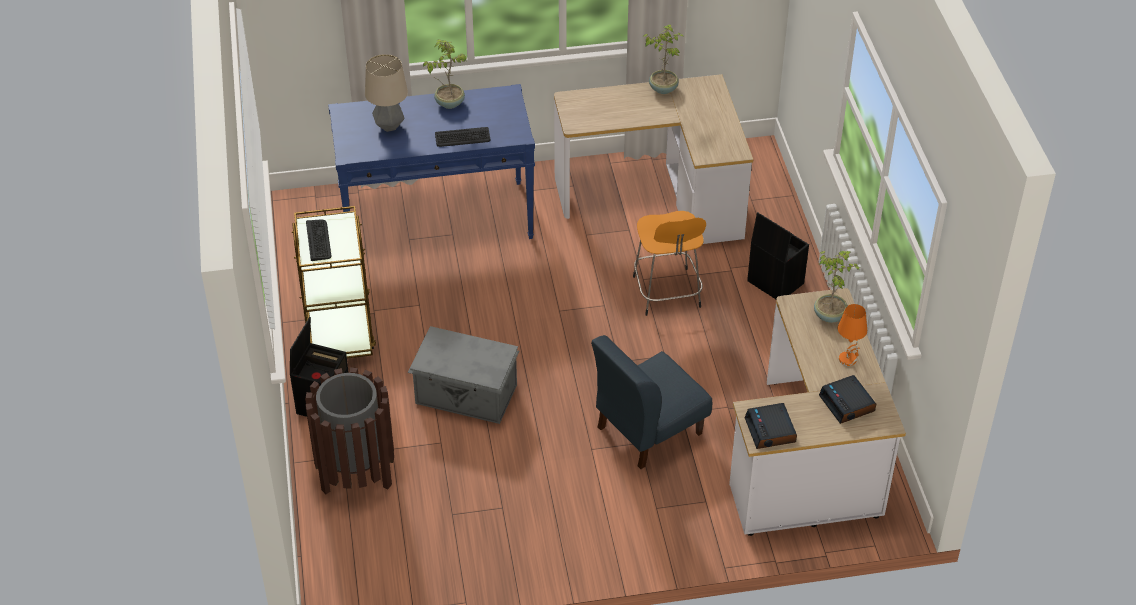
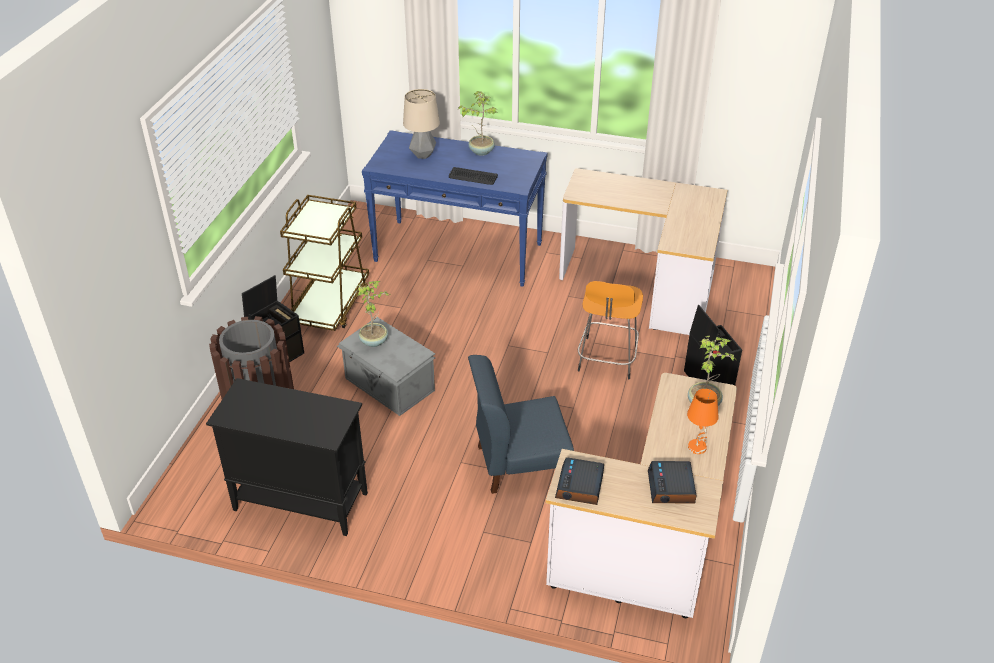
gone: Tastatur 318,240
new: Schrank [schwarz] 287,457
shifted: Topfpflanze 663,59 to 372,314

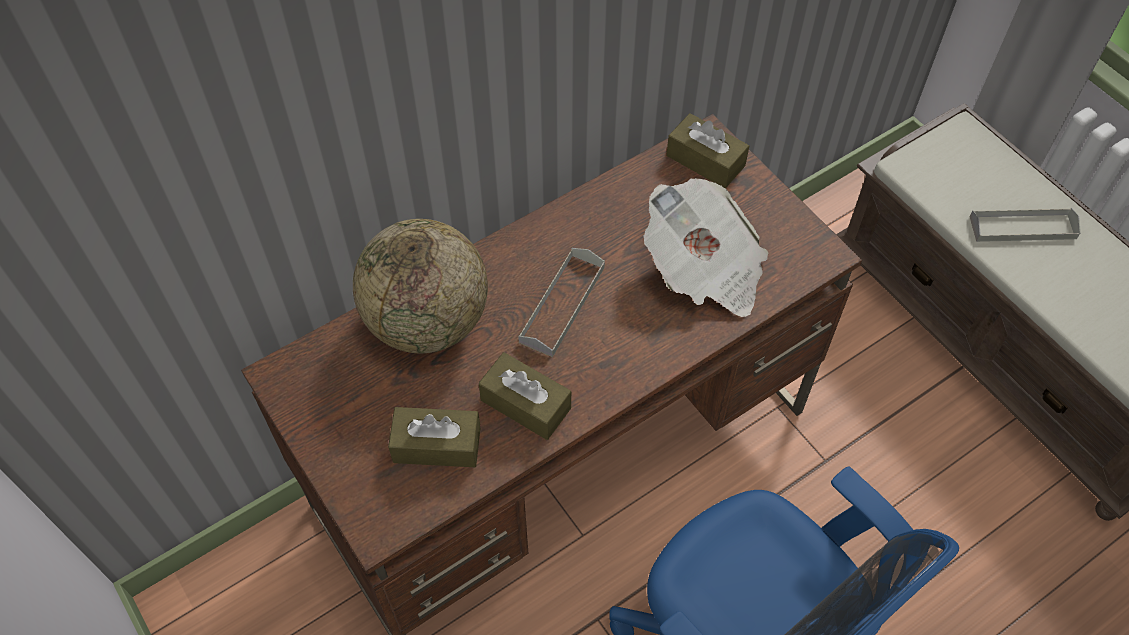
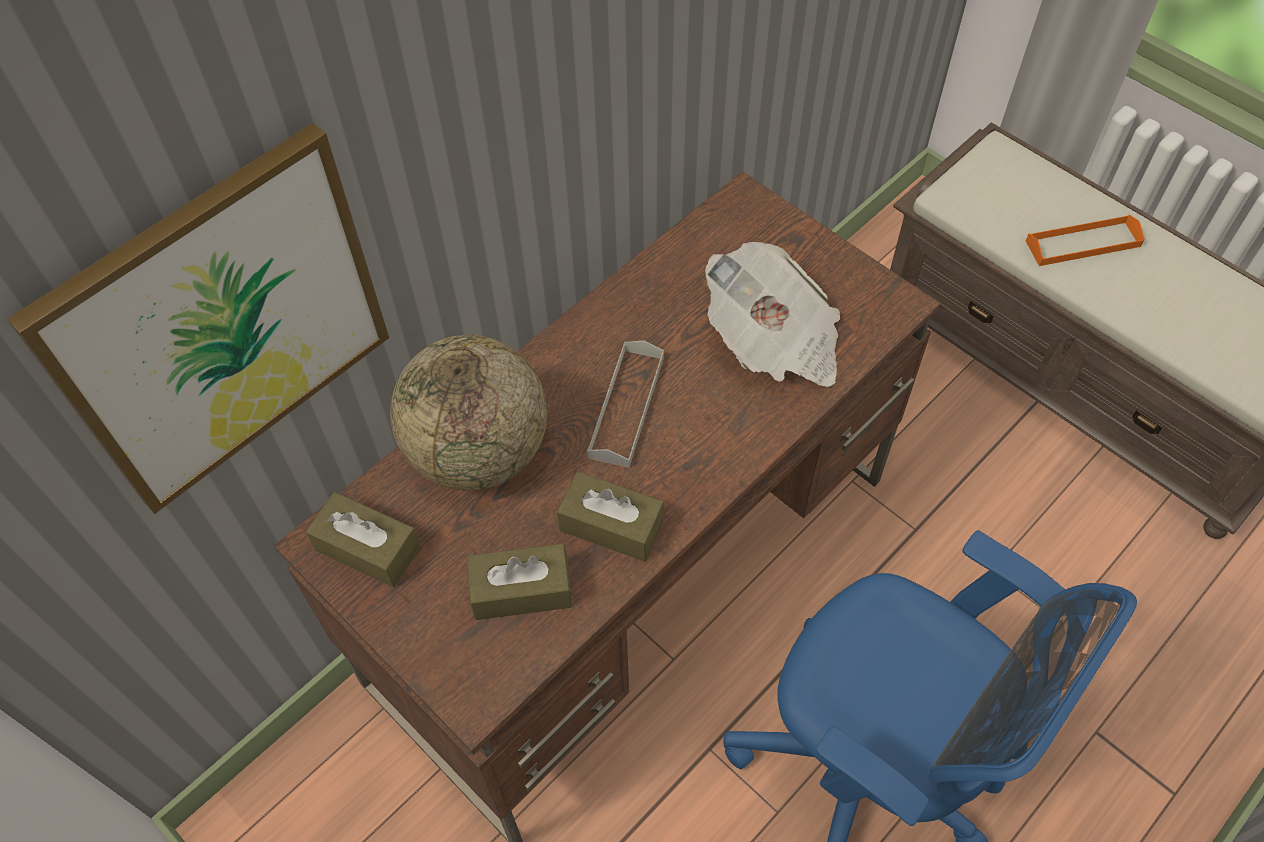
new: Bild 198,318
shifted: Taschentuchbox [braun] 707,150 to 363,539
repainted: Tablett [grau] 1025,225 to Tablett [orange] 1085,240

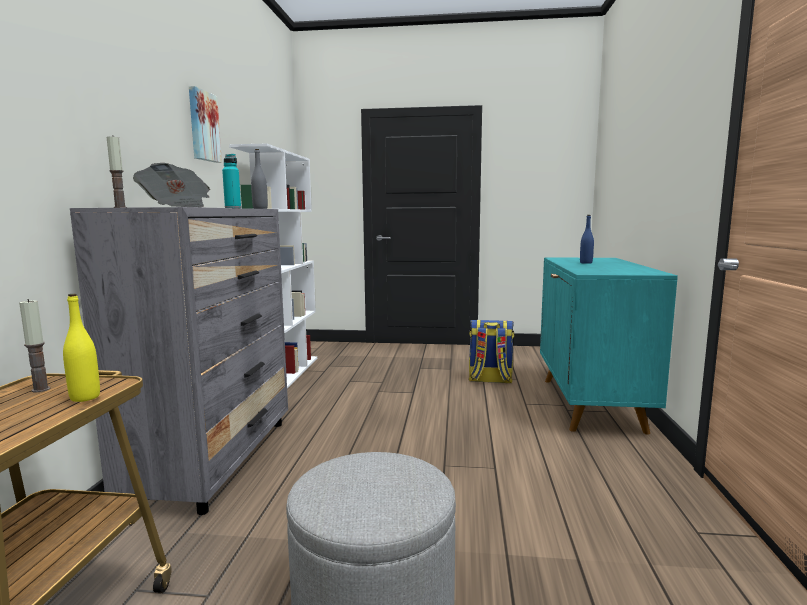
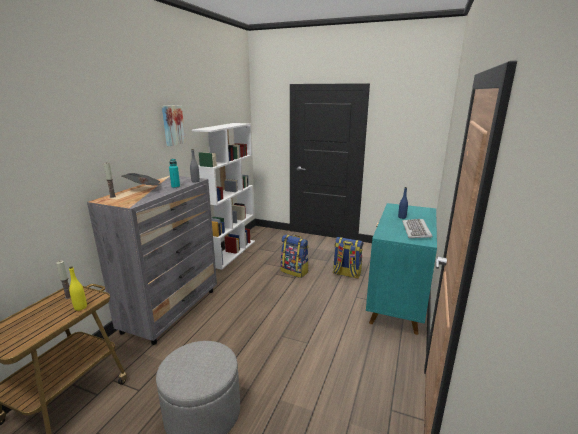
new: Rucksack 294,256; Tastatur 417,229

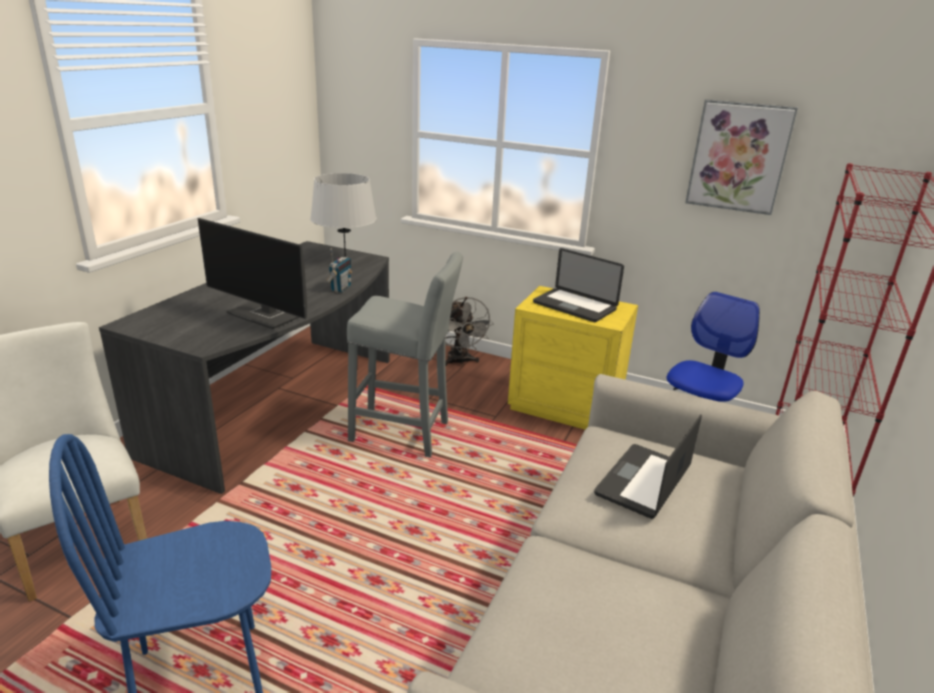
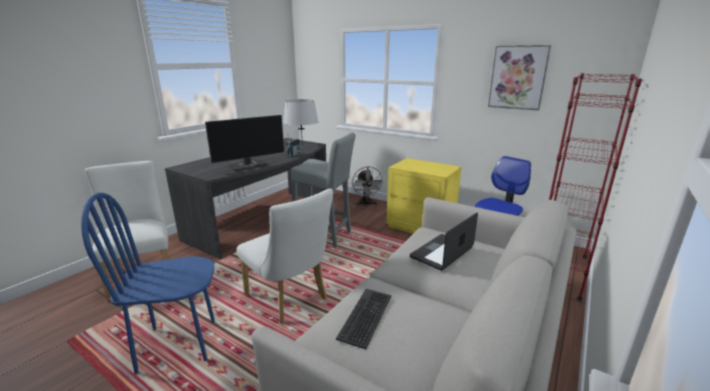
gone: Laptop 578,285
new: Stuhl [weiß] 285,256; Tastatur 363,319
rotated: Monitor 252,273 = 244,143 75 degrees counterclockwise

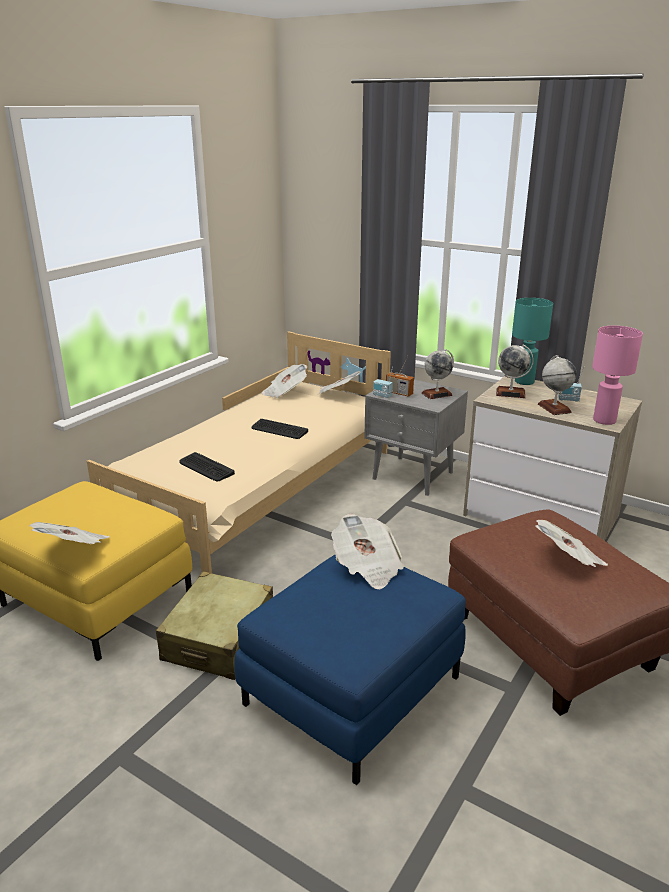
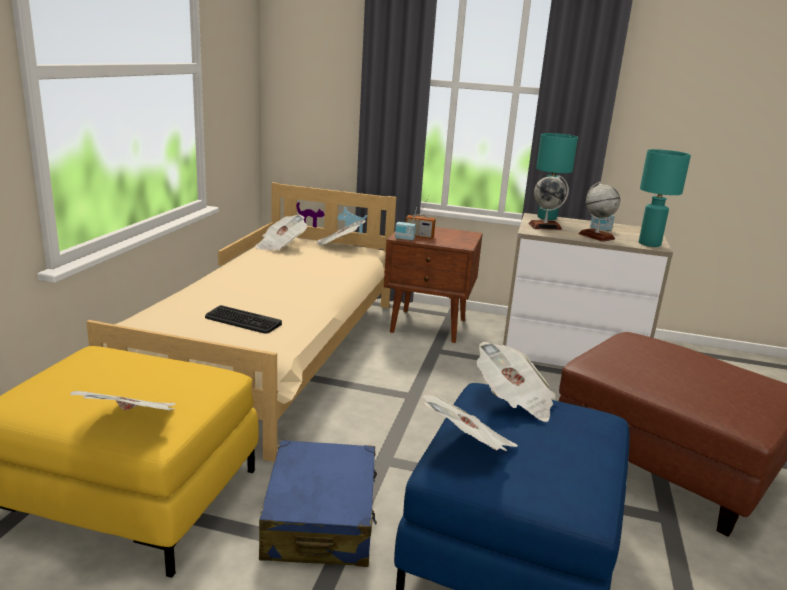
gone: Tastatur 279,429; Globus 438,374
shifted: Zeitung 571,543 to 470,422
repainted: Koffer [beige] 214,626 to Koffer [blau] 318,503; Nachttisch [grau] 416,438 to Nachttisch [braun] 433,285; Tischlampe [rosa] 617,375 to Tischlampe [türkis] 665,198

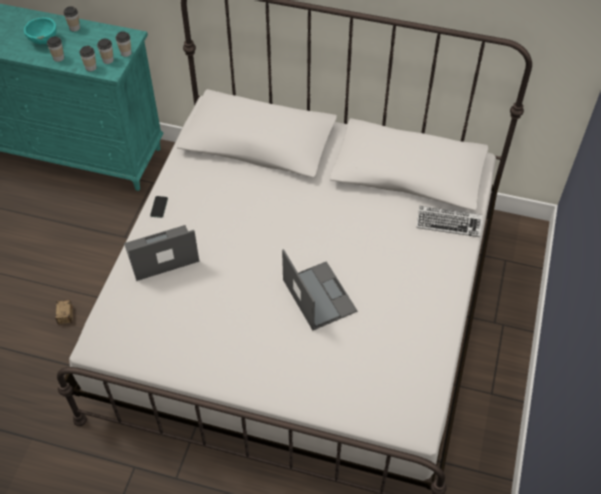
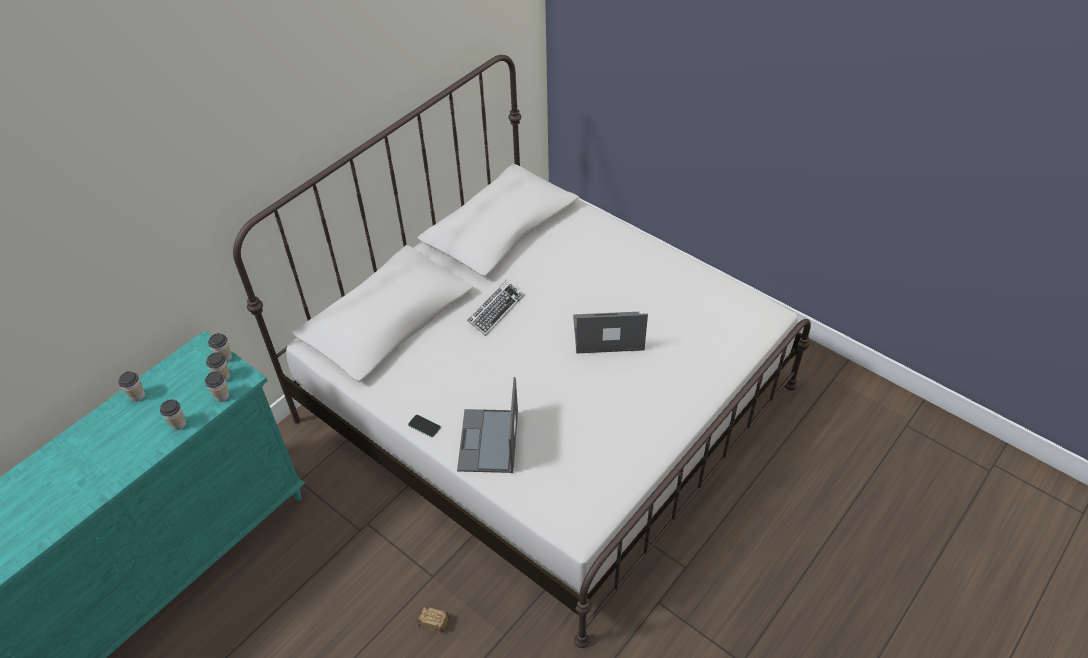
gone: Schüssel [türkis] 40,31
shifted: Tastatur 449,221 to 495,308

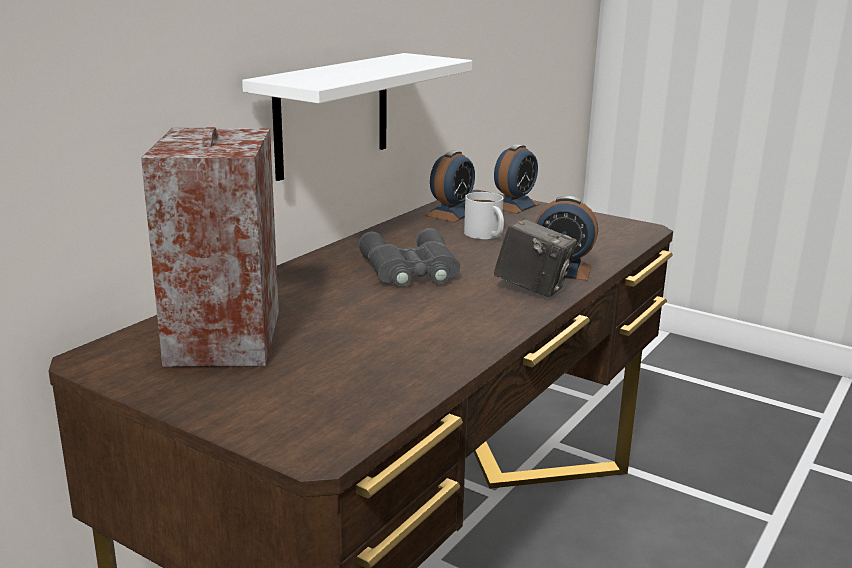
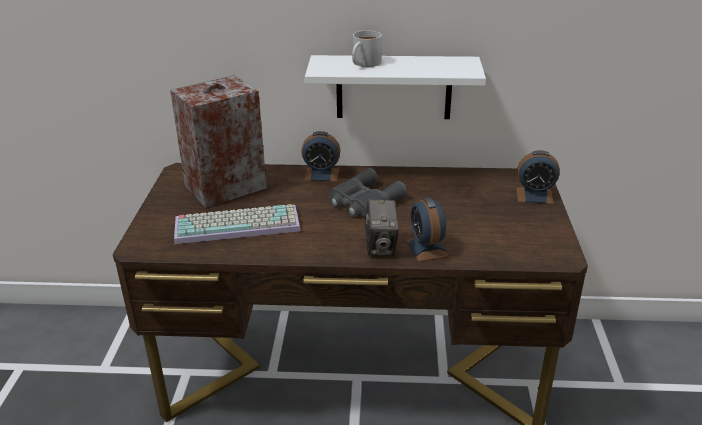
new: Tastatur 237,224
shifted: Wecker 449,186 to 321,156; Henkelbecher [weiß] 484,215 to 367,48

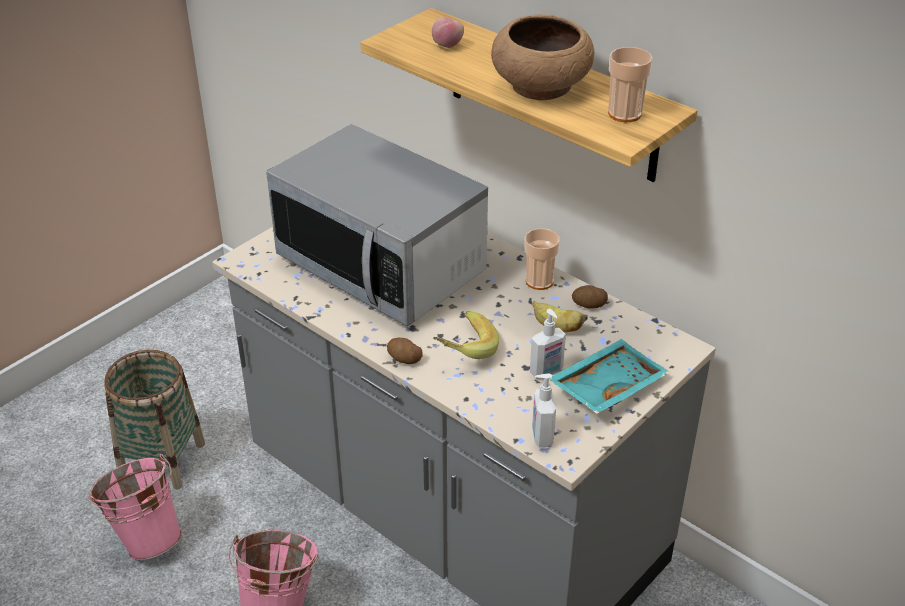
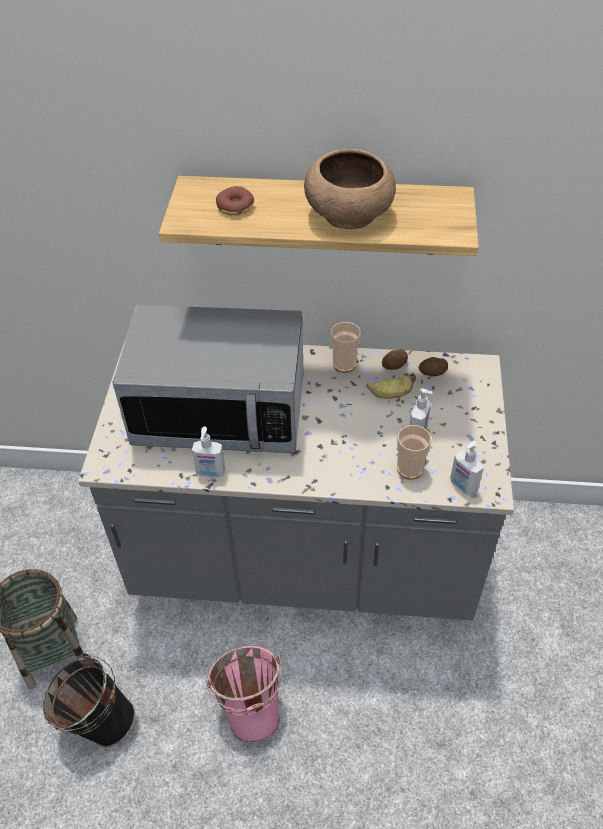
gone: Banane 466,335; Tablett [türkis] 609,376
new: Seifenspender 208,452
shifted: Kartoffel 405,351 to 433,366; Tasse 630,84 to 414,452
swapped: Apfel 448,32 to Donut 235,200
repainted: Eimer [rosa] 135,507 to Eimer [schwarz] 88,700

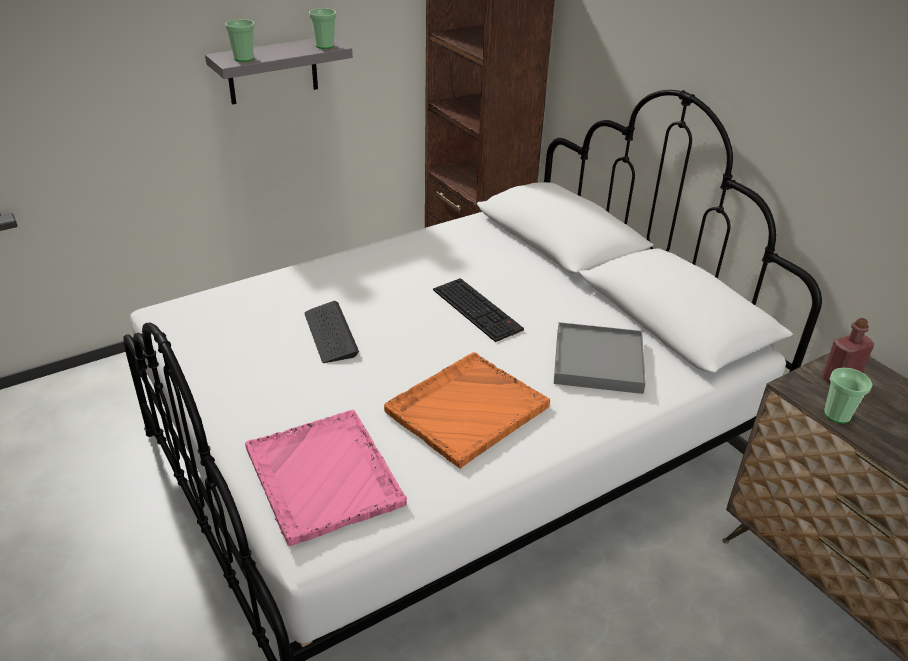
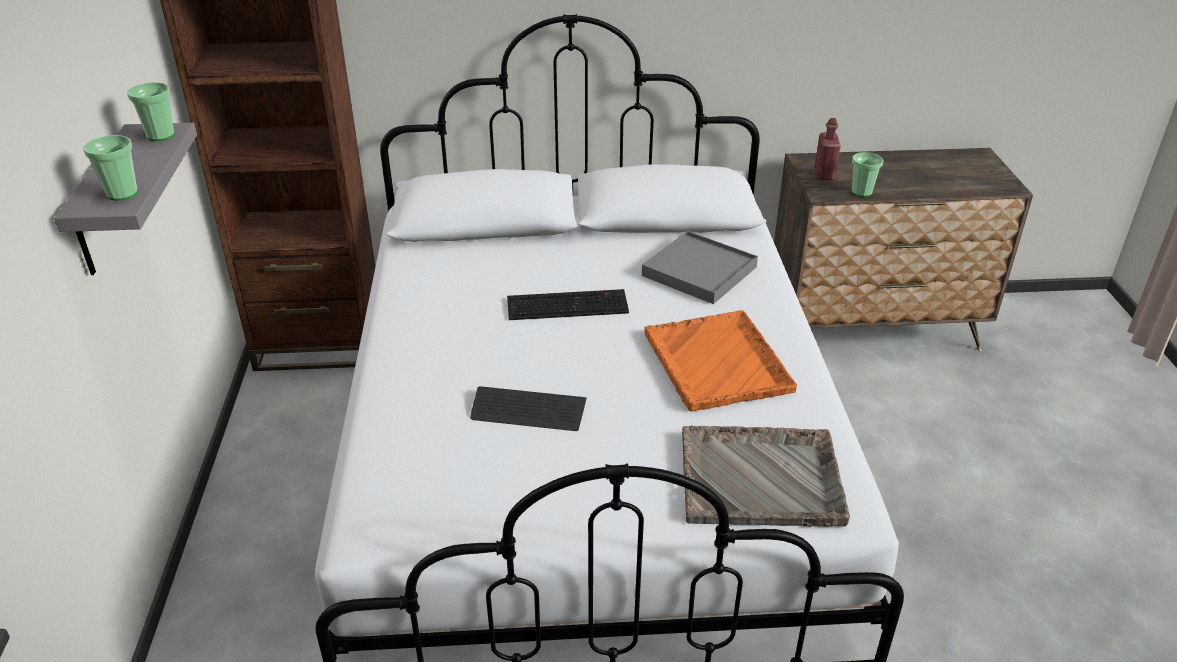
repainted: Tablett [rosa] 326,478 to Tablett [grau] 766,476

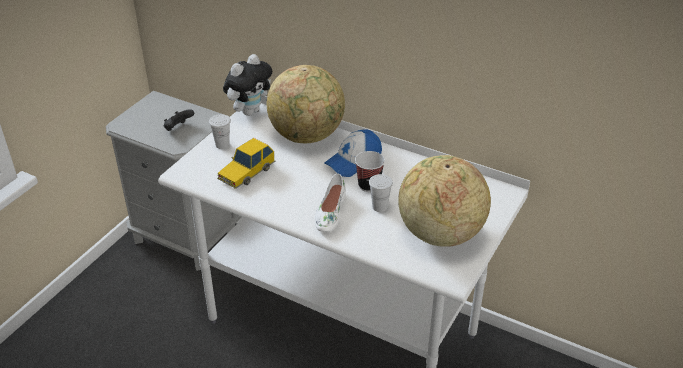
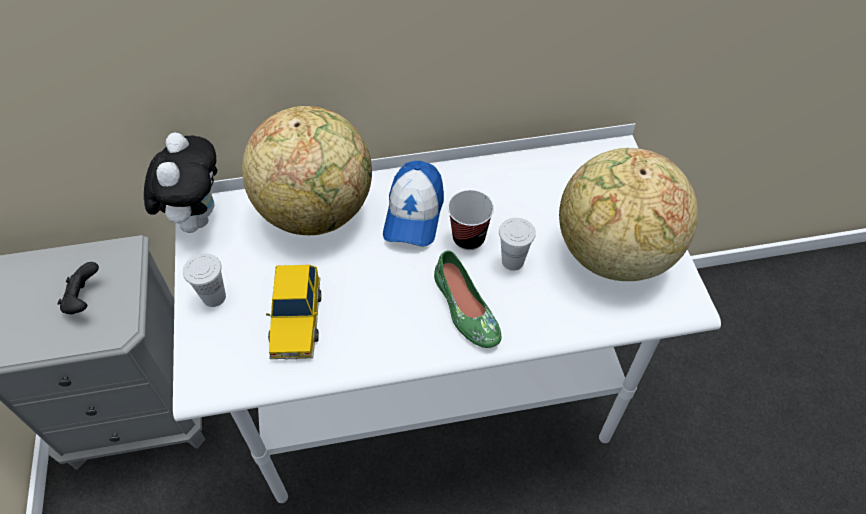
repainted: Schuh [weiß] 330,203 to Schuh [grün] 467,299

